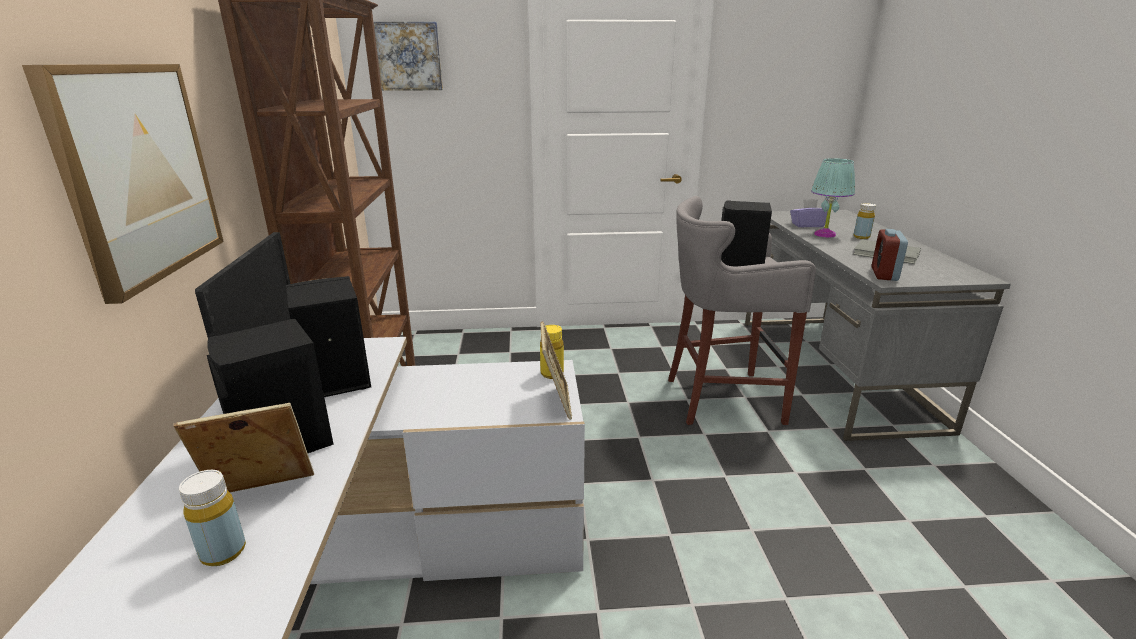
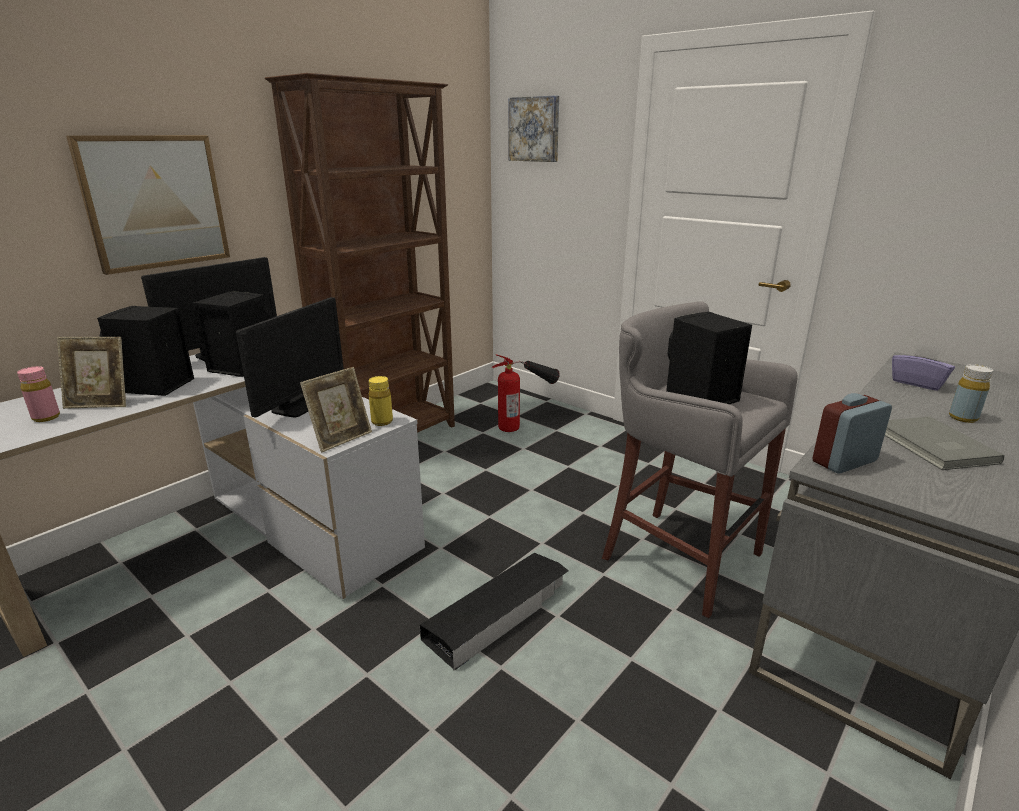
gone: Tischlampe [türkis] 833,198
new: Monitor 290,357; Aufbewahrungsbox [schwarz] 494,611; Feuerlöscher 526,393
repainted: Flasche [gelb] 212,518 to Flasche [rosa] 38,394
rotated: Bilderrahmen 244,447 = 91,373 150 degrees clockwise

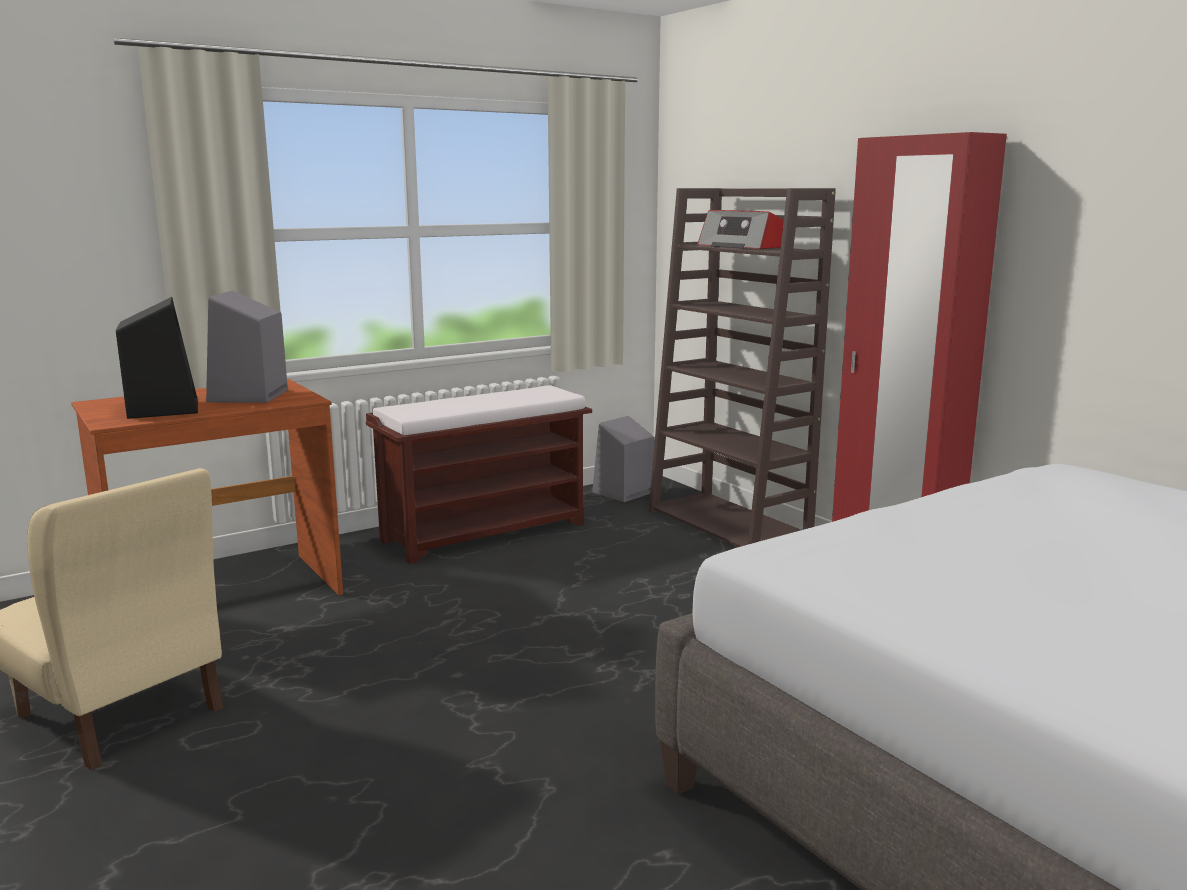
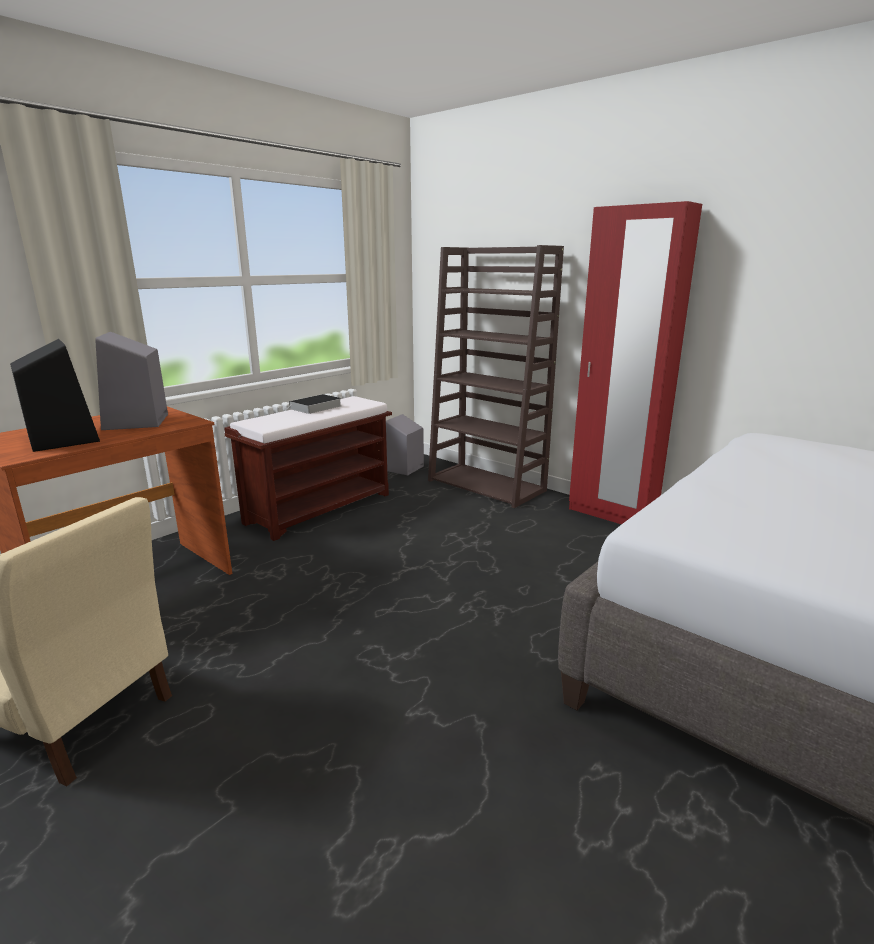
gone: Radio 740,229
new: Buch 313,404

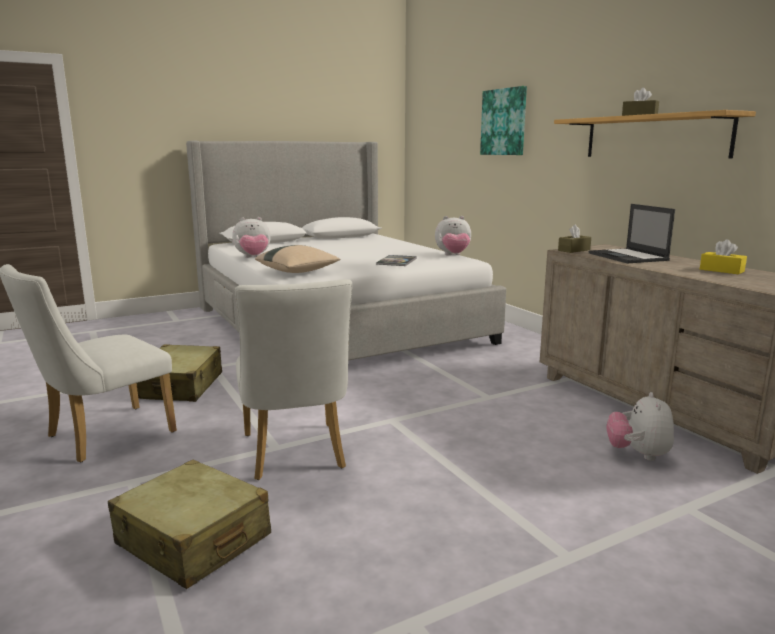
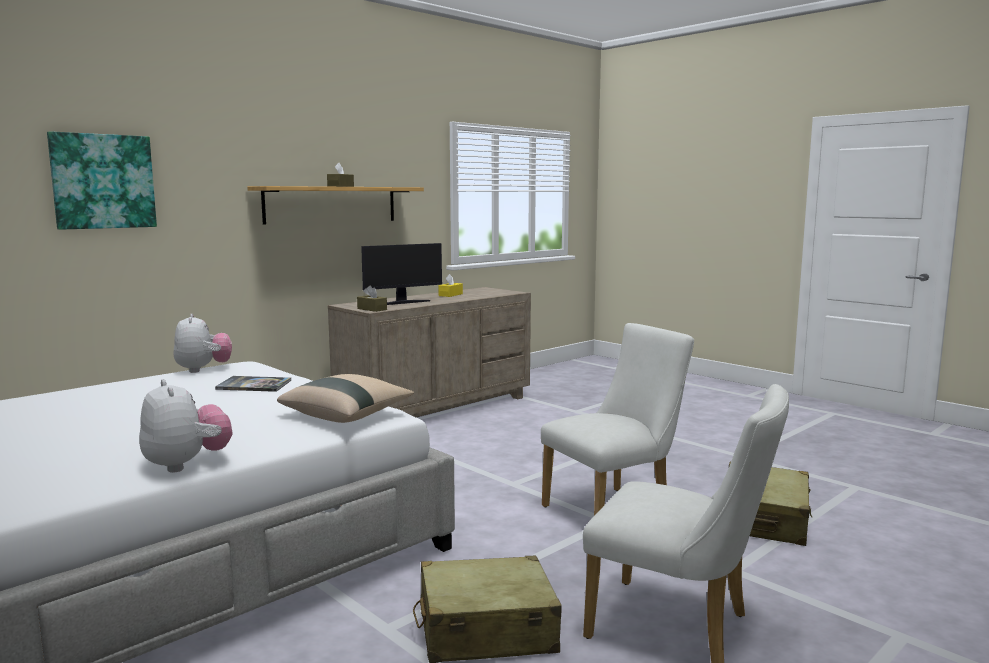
gone: Plüschtier 640,426
swapped: Laptop 632,233 to Monitor 401,274

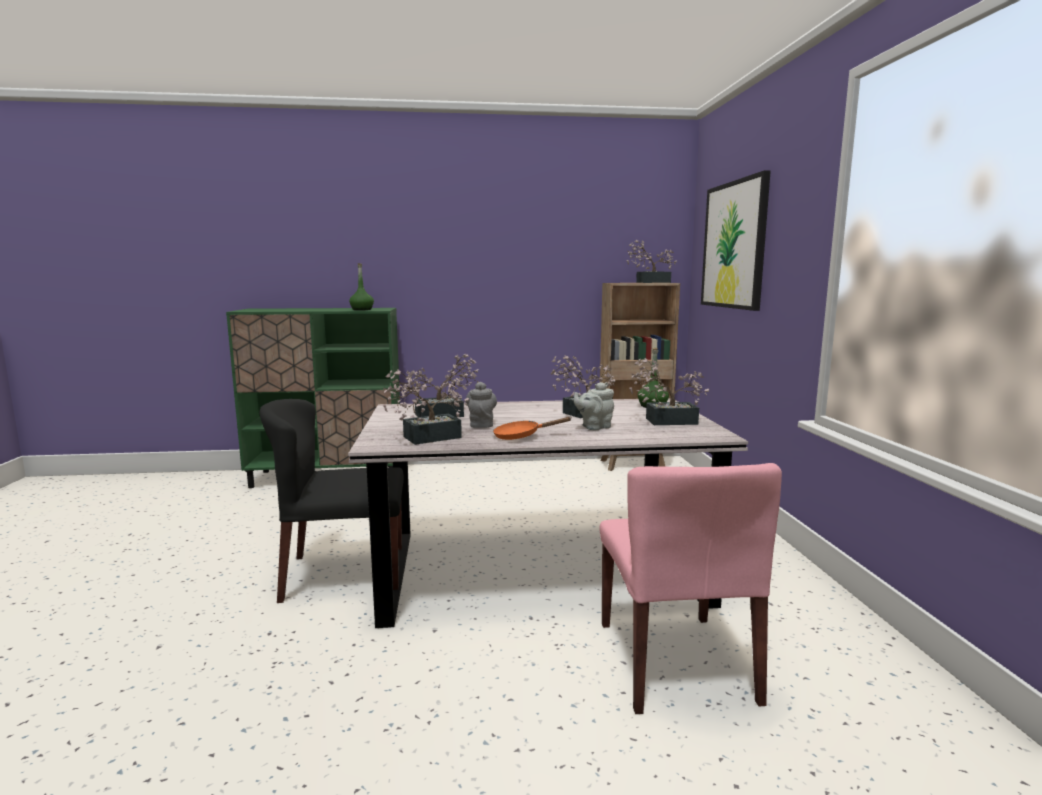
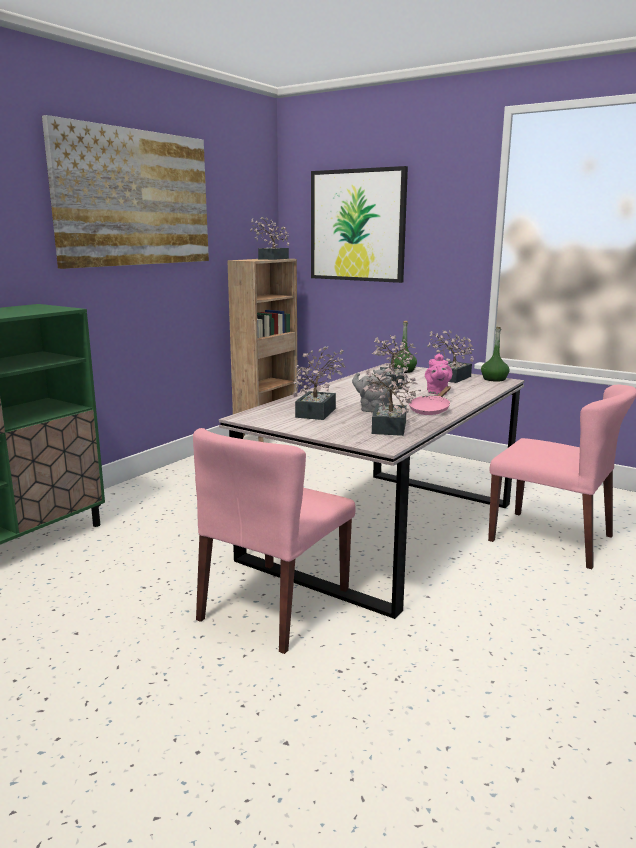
new: Bild 125,192
shifted: Flasche [grün] 361,286 to 495,354
repainted: Stuhl [schwarz] 332,501 to Stuhl [rosa] 274,541; Pfanne [orange] 532,428 to Pfanne [rosa] 430,400; Teekanne [grau] 594,406 to Teekanne [rosa] 438,374

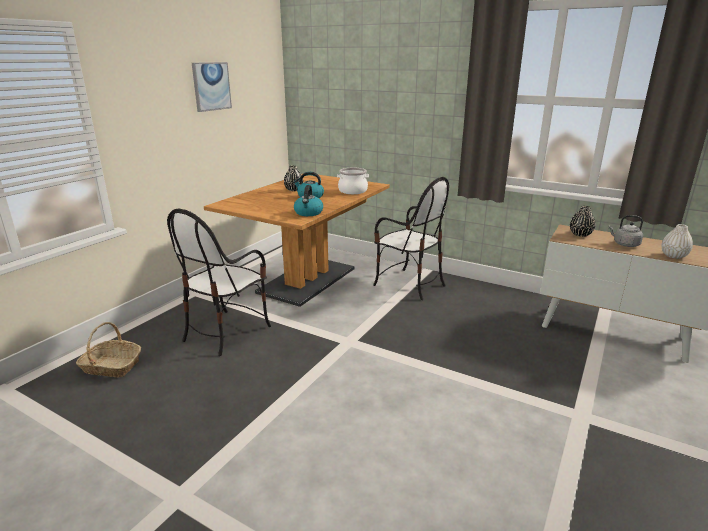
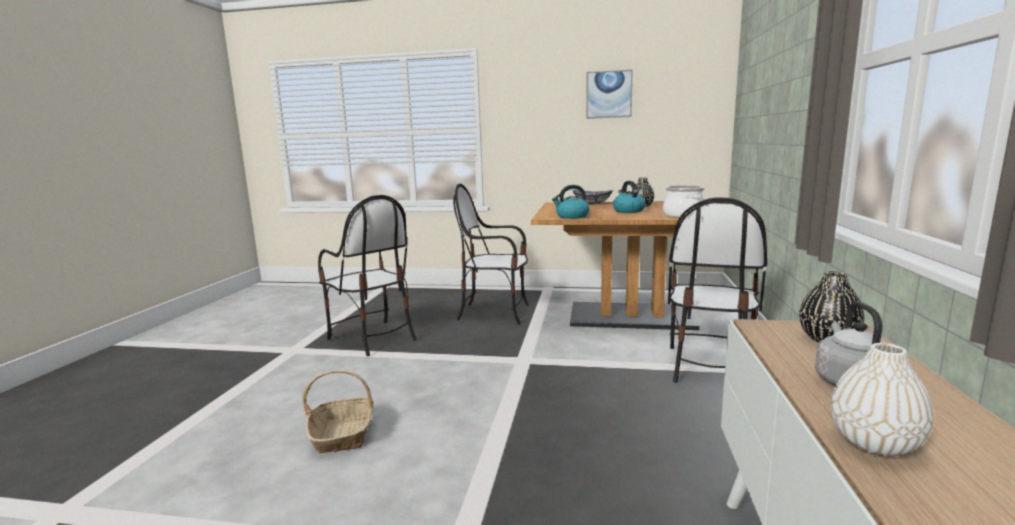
new: Stuhl 367,275; Schüssel 593,197
shifted: Korb 108,349 to 338,411

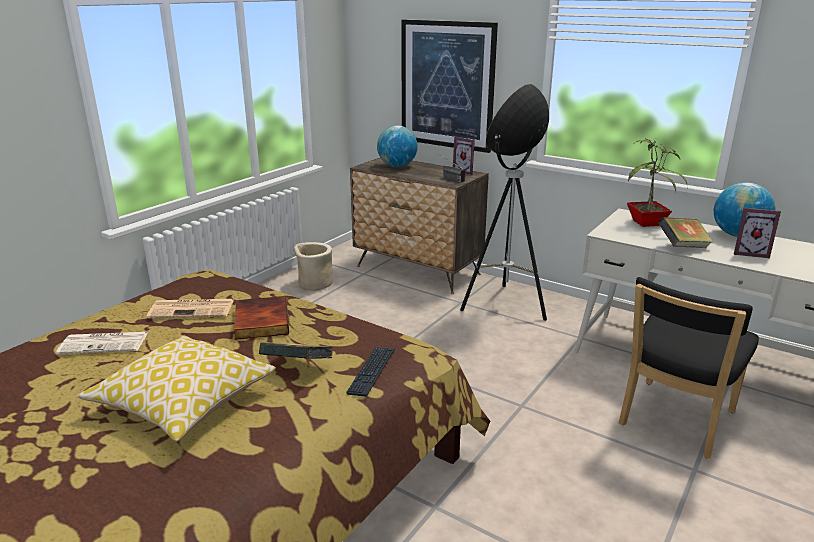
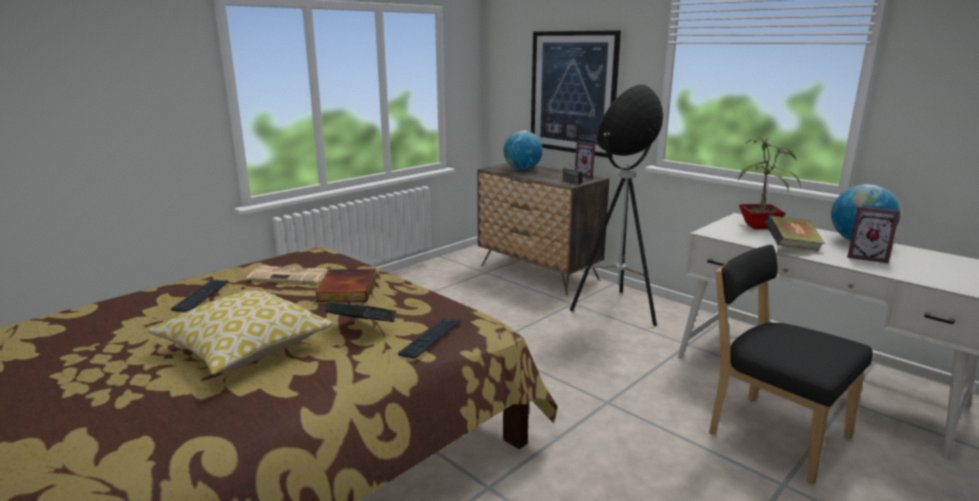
gone: Pflanzkübel [beige] 313,266
swapped: Zeitung 102,343 to Tastatur 200,295
rotated: Stuhl [schwarz] 689,368 = 791,365 90 degrees clockwise

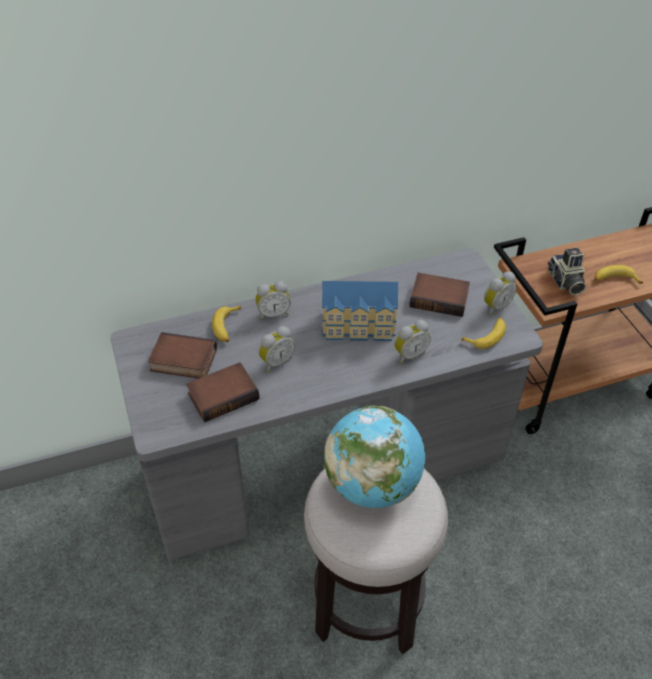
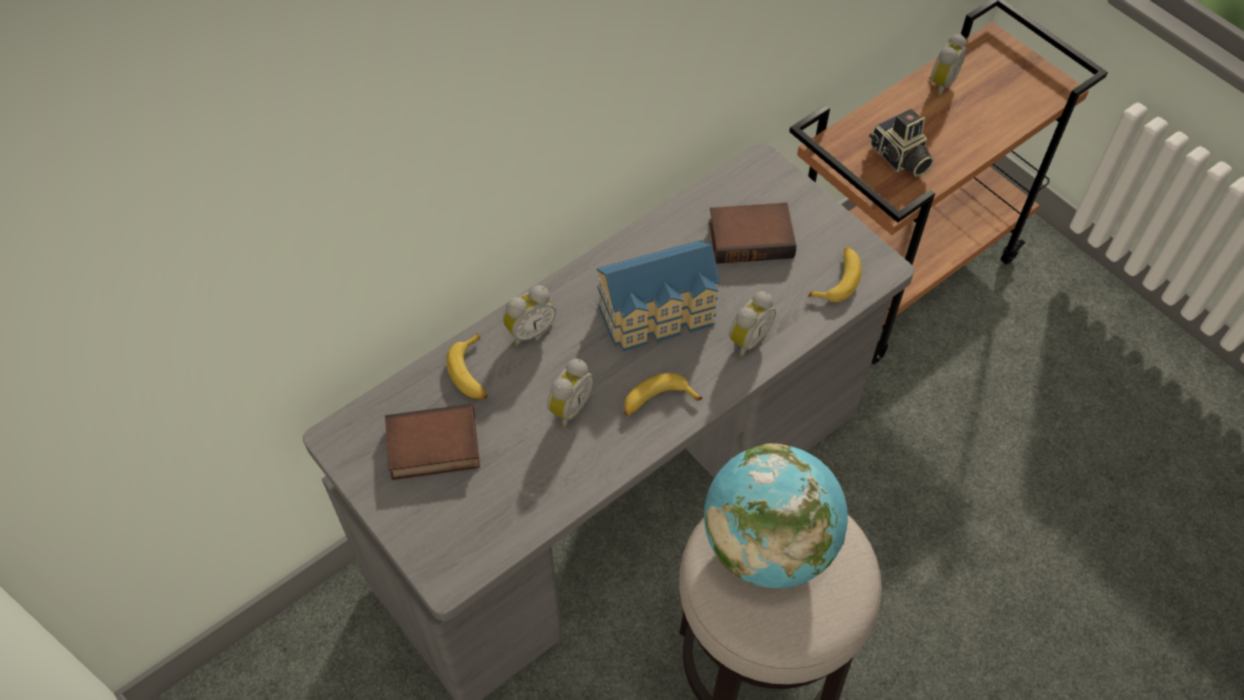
gone: Buch 223,392
shifted: Wecker 500,293 to 948,65; Banane 618,274 to 663,394

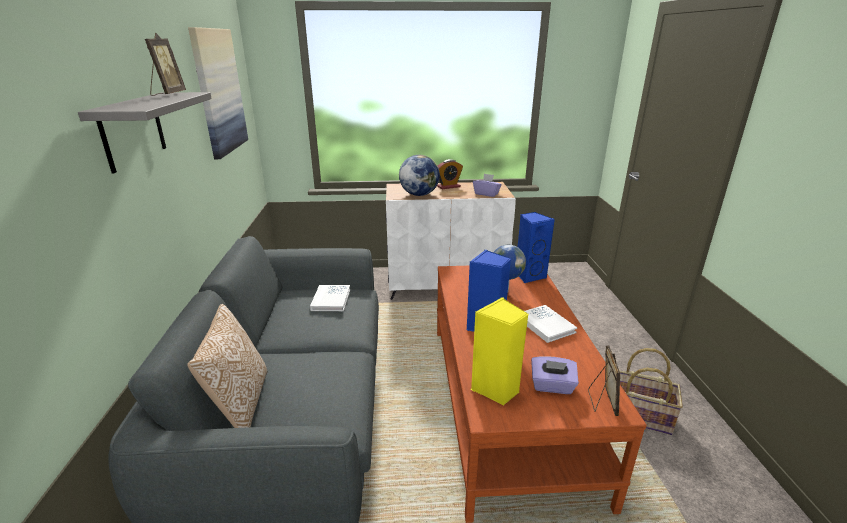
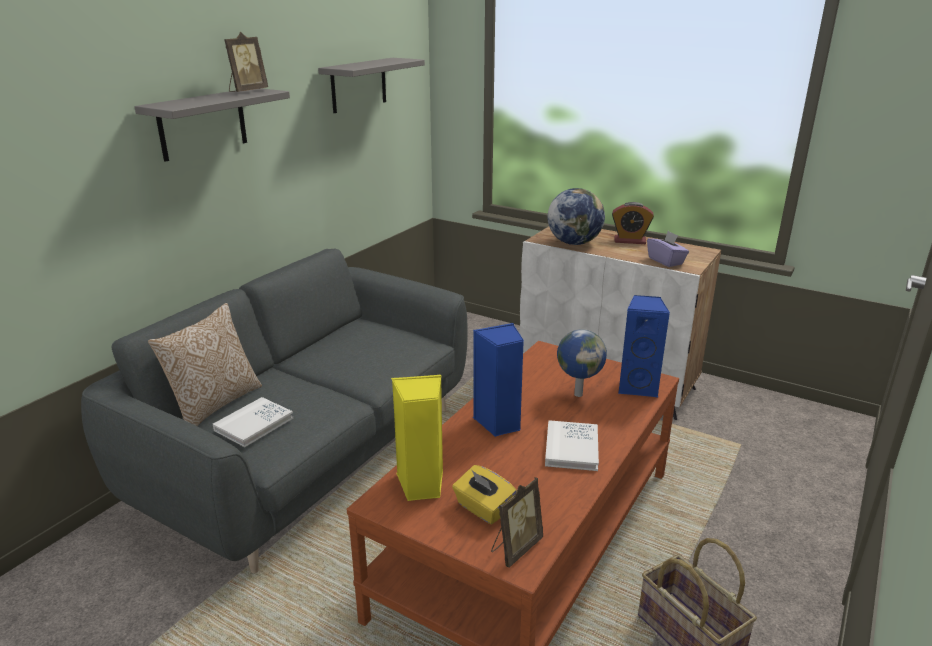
shifted: Buch [weiß] 330,298 to 253,422
swapped: Bild 218,93 to Wandregal [grau] 371,85
repainted: Taschentuchbox [lila] 555,375 to Taschentuchbox [gelb] 484,494

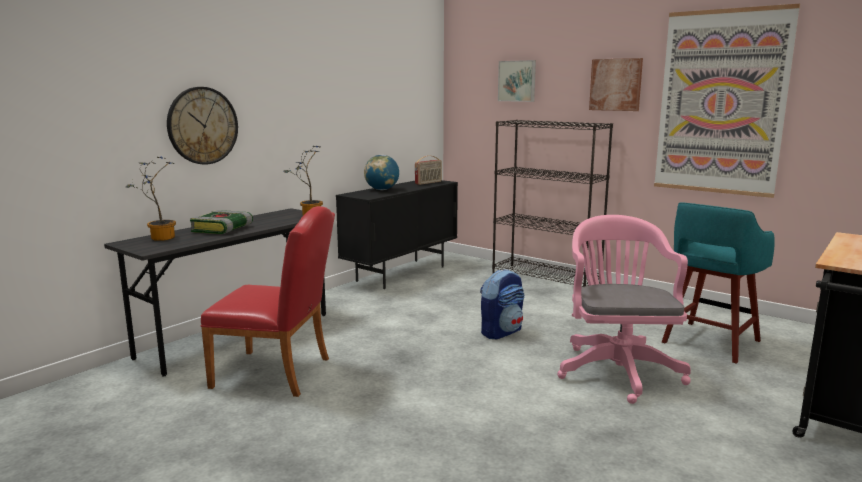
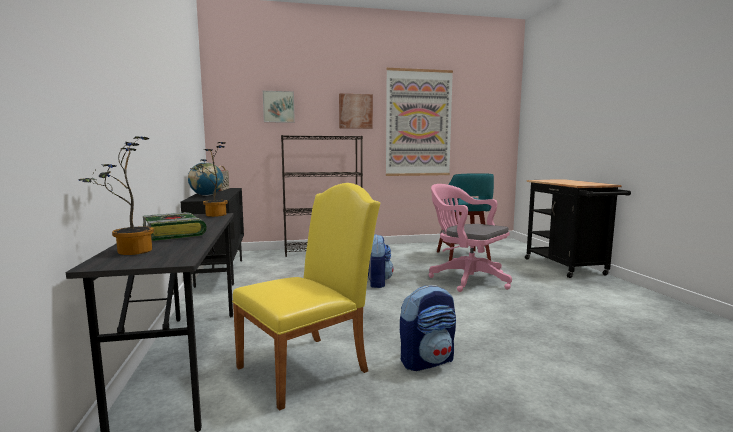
gone: Wanduhr 202,126
new: Rucksack 428,328
repainted: Stuhl [rot] 267,301 to Stuhl [gelb] 306,296

